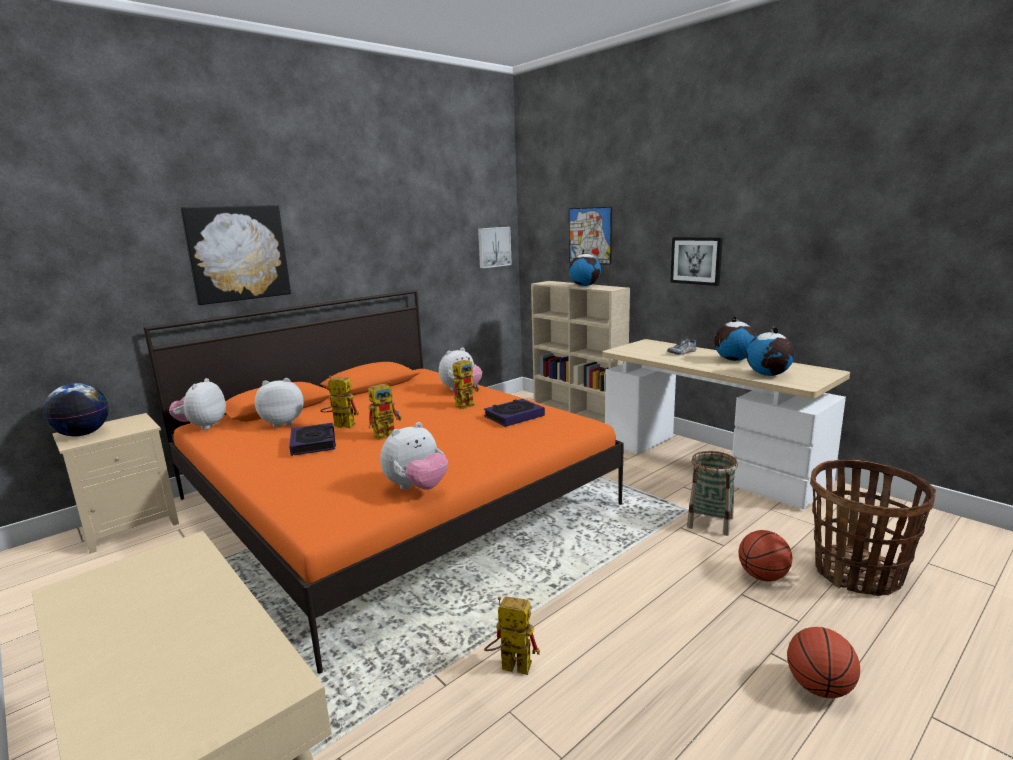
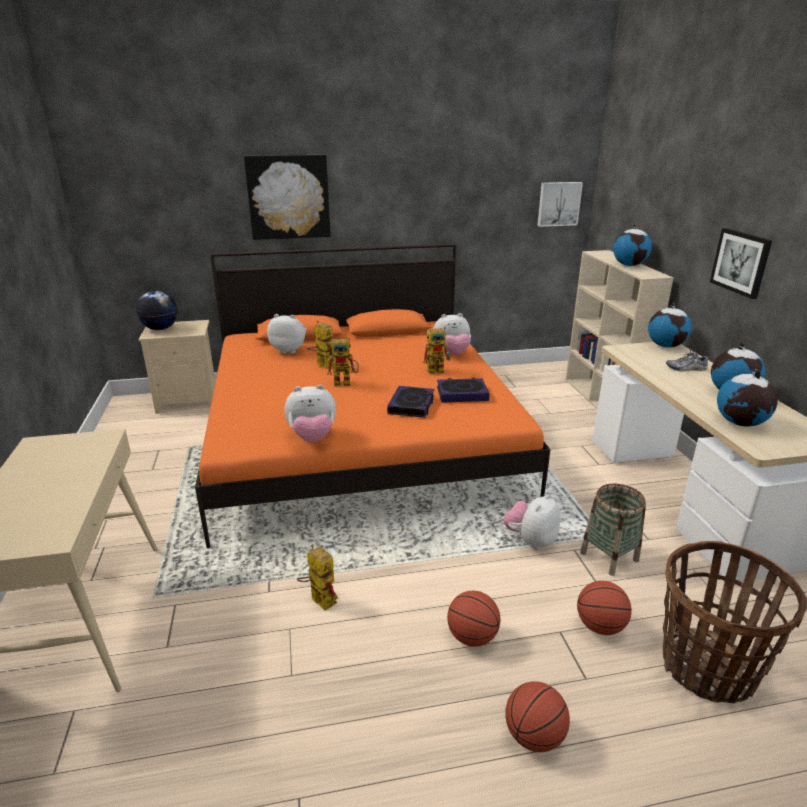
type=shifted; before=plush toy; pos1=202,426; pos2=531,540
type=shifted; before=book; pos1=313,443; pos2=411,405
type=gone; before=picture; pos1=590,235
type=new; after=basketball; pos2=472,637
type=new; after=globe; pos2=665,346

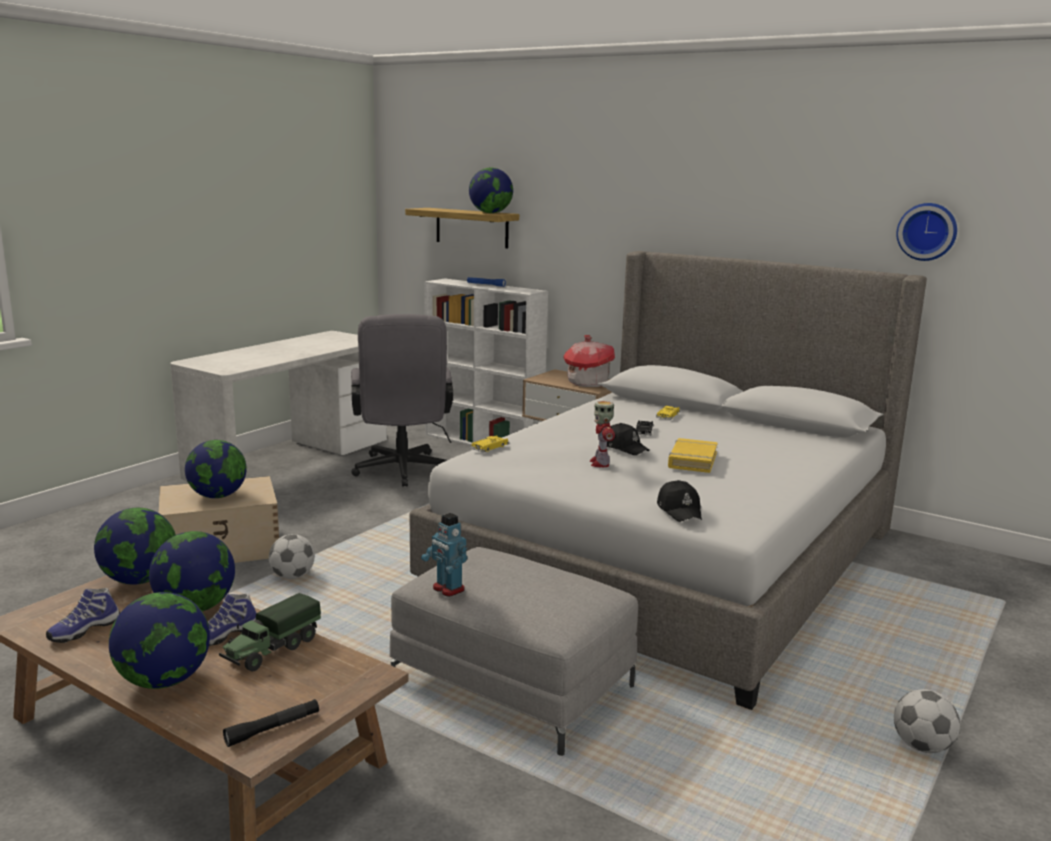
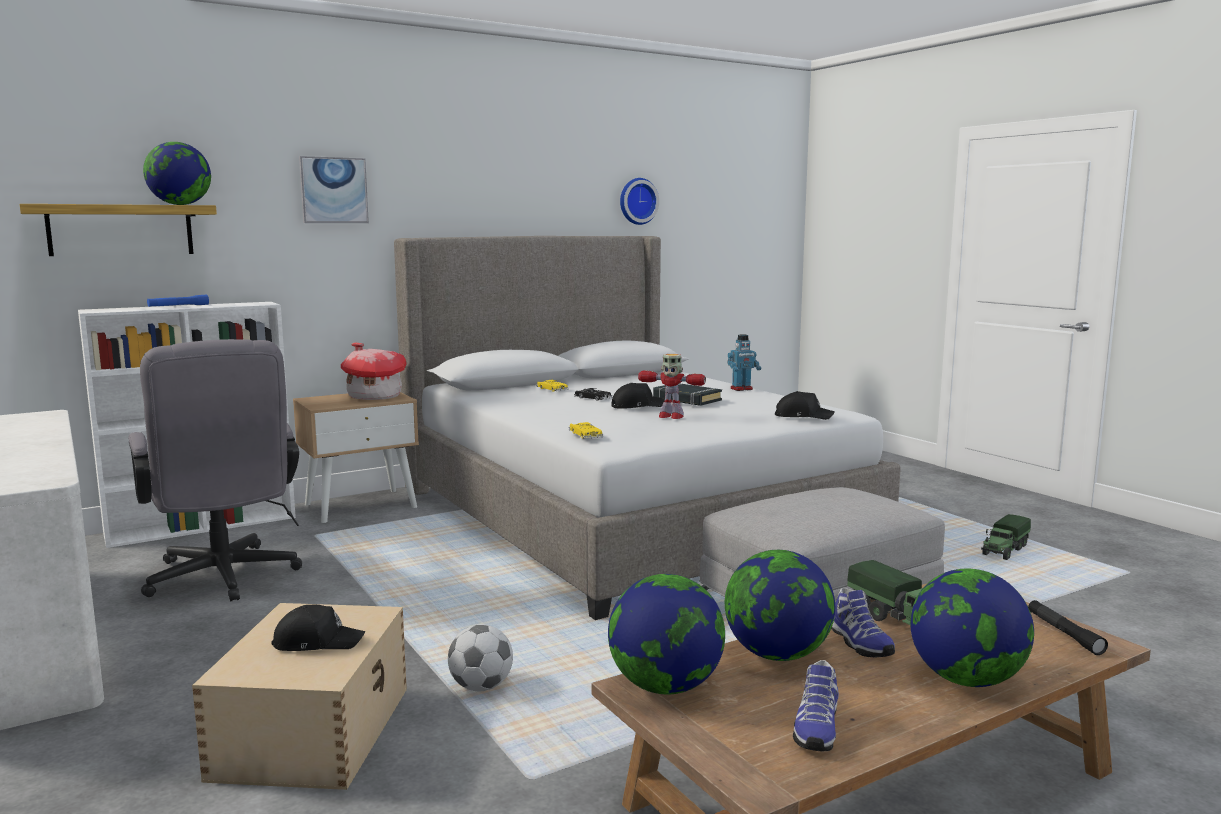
type=rotated; before=shoe; pos1=83,630; pos2=815,728; turn=45
type=swapped; before=globe; after=cap (black); pos1=217,496; pos2=317,642
type=rotated; before=office chair (grey); pos1=402,472; pos2=224,580; turn=45
type=shifted; before=toy robot; pos1=448,589; pos2=742,389
type=repainted; before=book (yellow); after=book (black); pos1=692,460; pos2=686,399
type=gone; before=football; pos1=922,747
type=new; after=picture; pos2=334,190
type=new; after=toy truck; pos2=1004,551

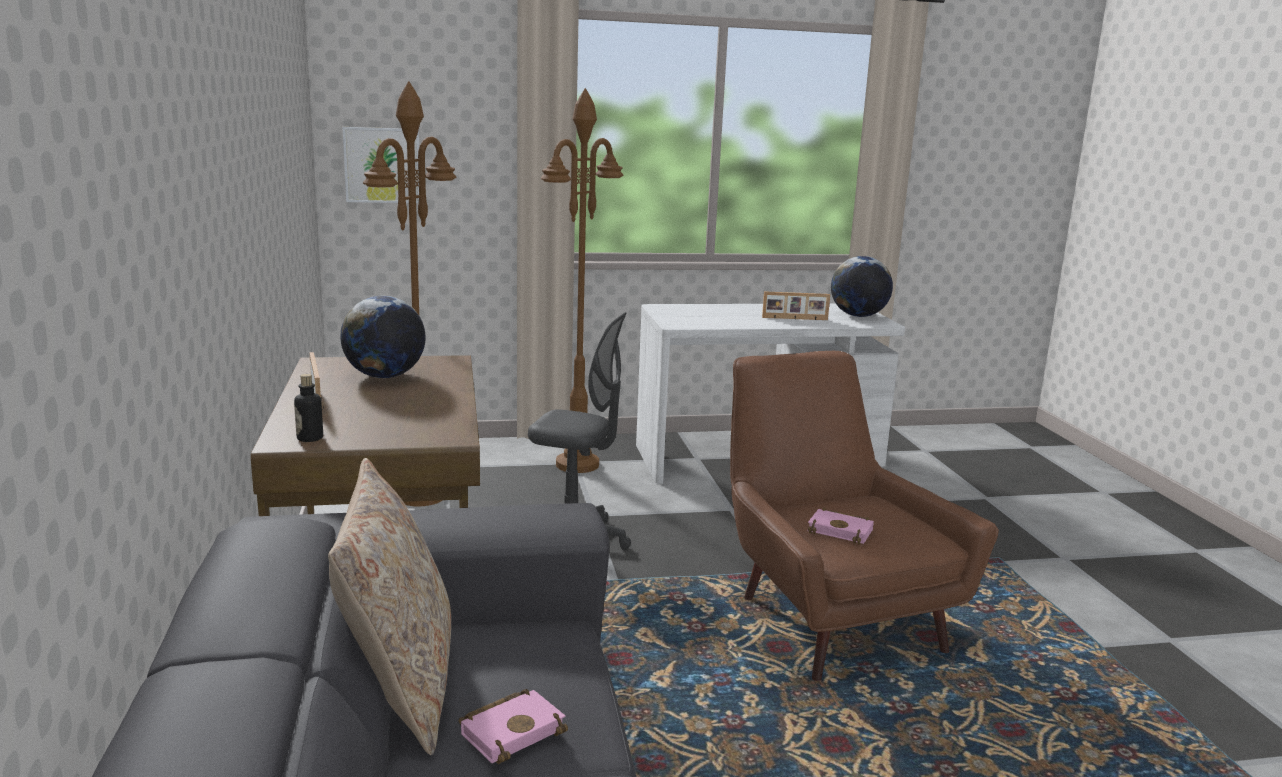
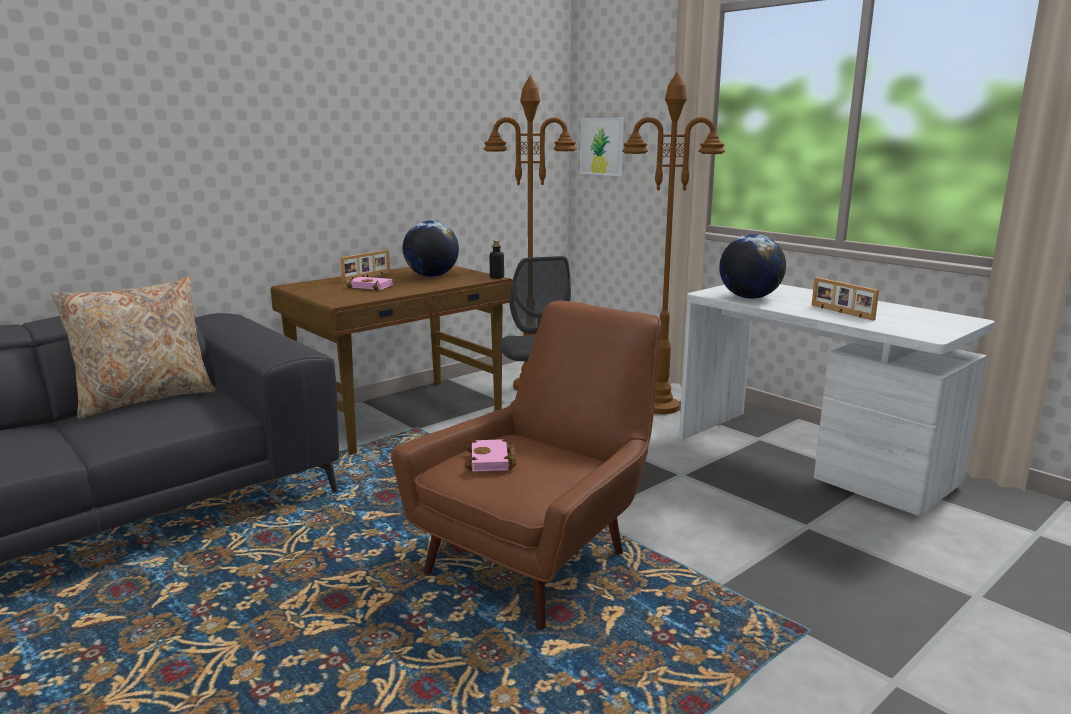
type=shifted; before=bottle; pos1=310,438; pos2=497,277
type=shifted; before=book (pink); pos1=513,730; pos2=372,286
type=shifted; before=globe; pos1=858,316; pos2=749,297

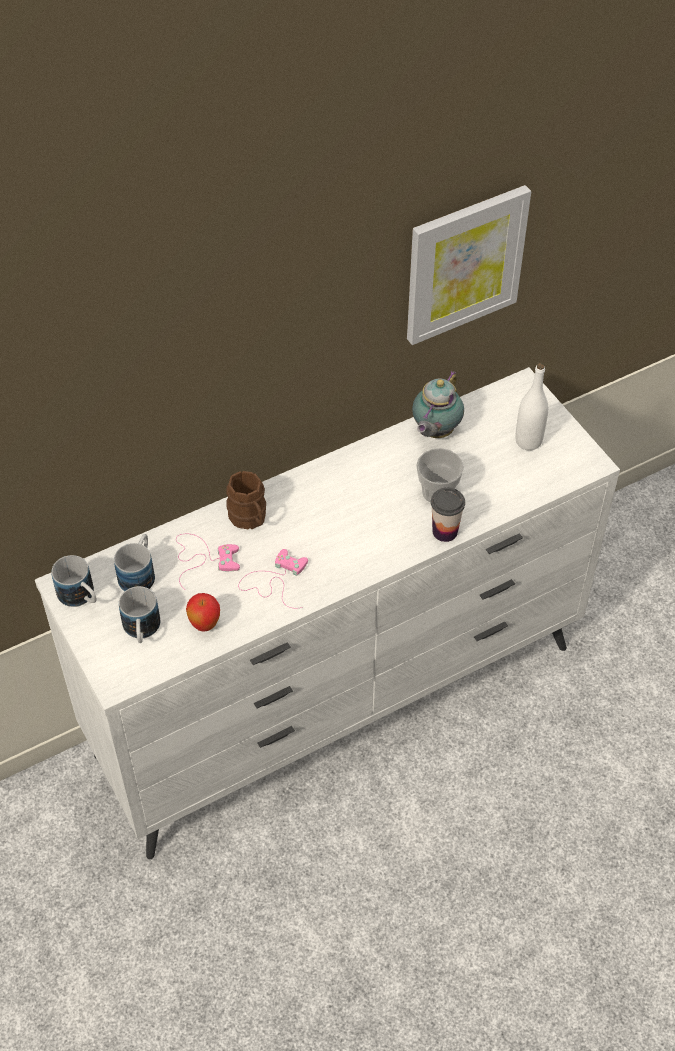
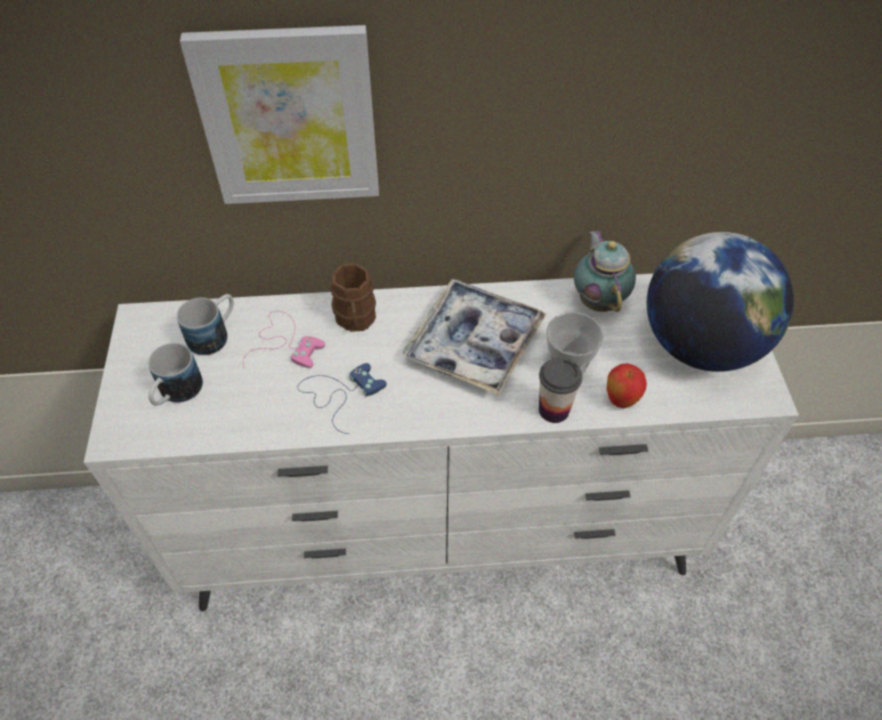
type=gone; before=mug; pos1=81,597
type=shifted; before=apple; pos1=205,624; pos2=621,400
type=repainted; before=game controller (pink); after=game controller (blue); pos1=274,580; pos2=340,393
type=shifted; before=picture; pos1=464,263; pos2=289,117
type=rotated; before=teapot; pos1=434,432; pos2=598,300; turn=120
type=swapped; before=bottle (white); after=globe; pos1=528,441; pos2=700,345
type=new; after=tray; pos2=474,343

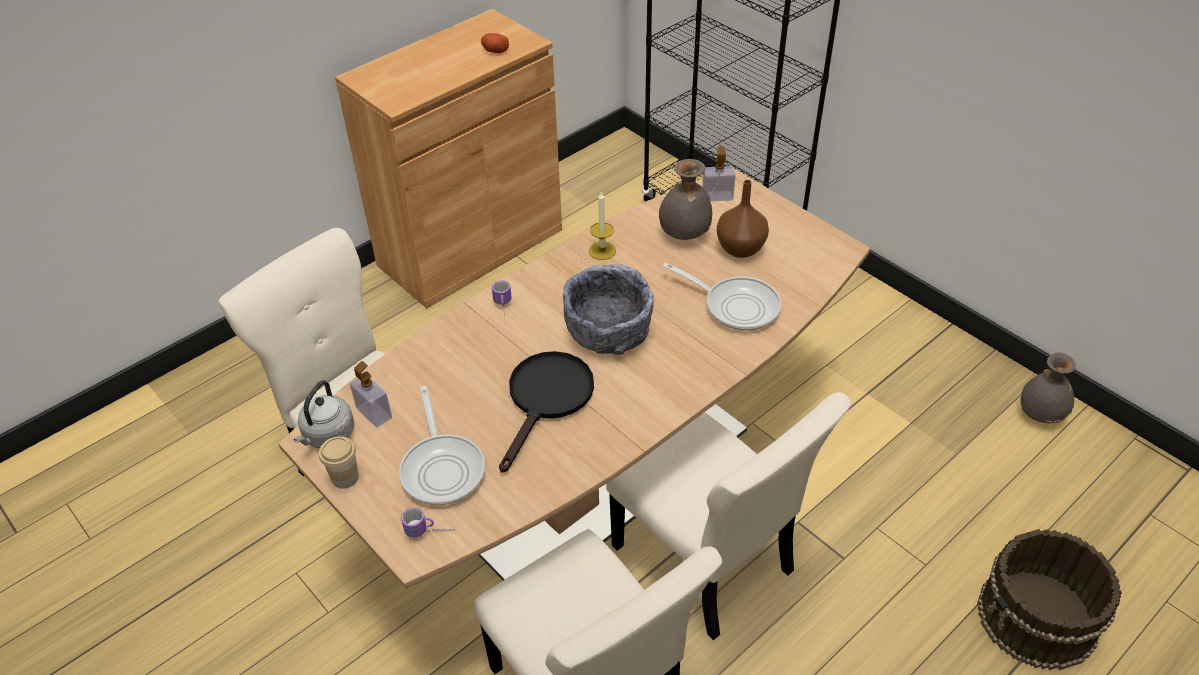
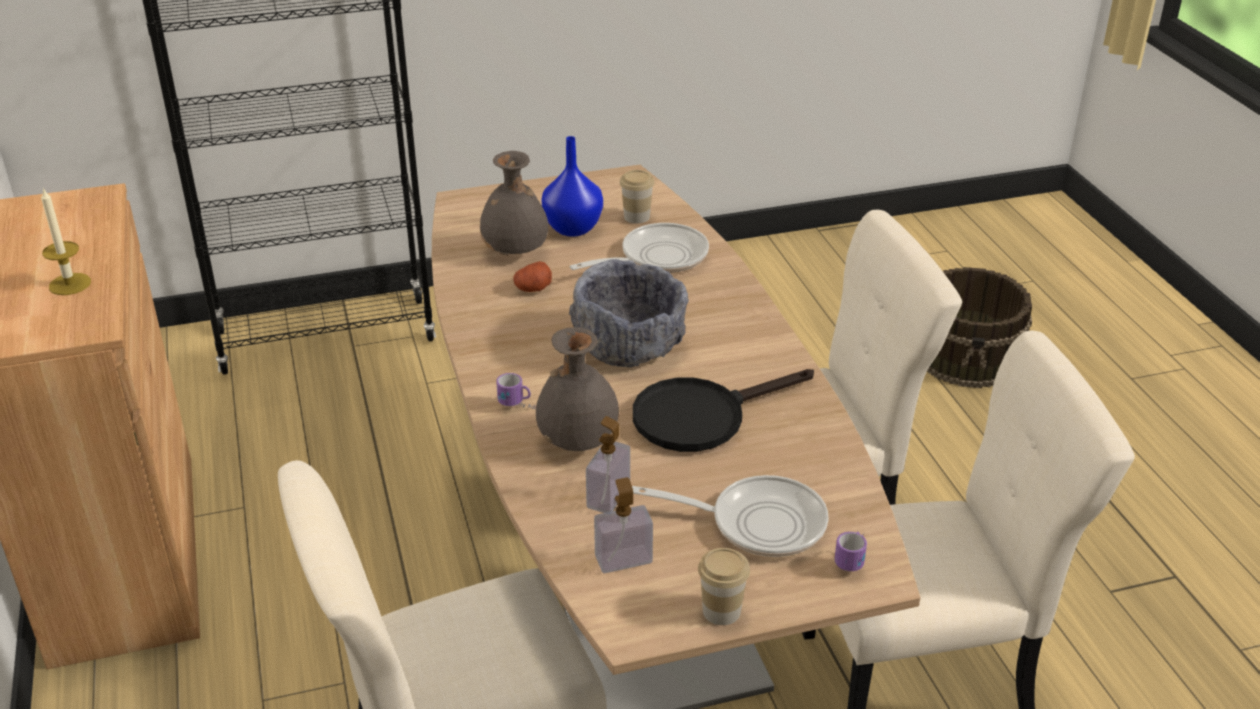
type=gone; before=kettle (grey); pos1=327,436
type=shifted; before=potato; pos1=494,50; pos2=533,289
type=rotated; before=frying pan (black); pos1=547,399; pos2=702,416; turn=-75
type=shifted; before=candle; pos1=602,251; pos2=70,284
type=shifted; before=soap dispenser; pos1=717,196; pos2=608,496
type=repainted; before=vase (brown); after=vase (blue); pos1=739,249; pos2=573,229
type=shifted; before=vase (grey); pos1=1041,413; pos2=578,441
type=new; after=cup; pos2=636,217

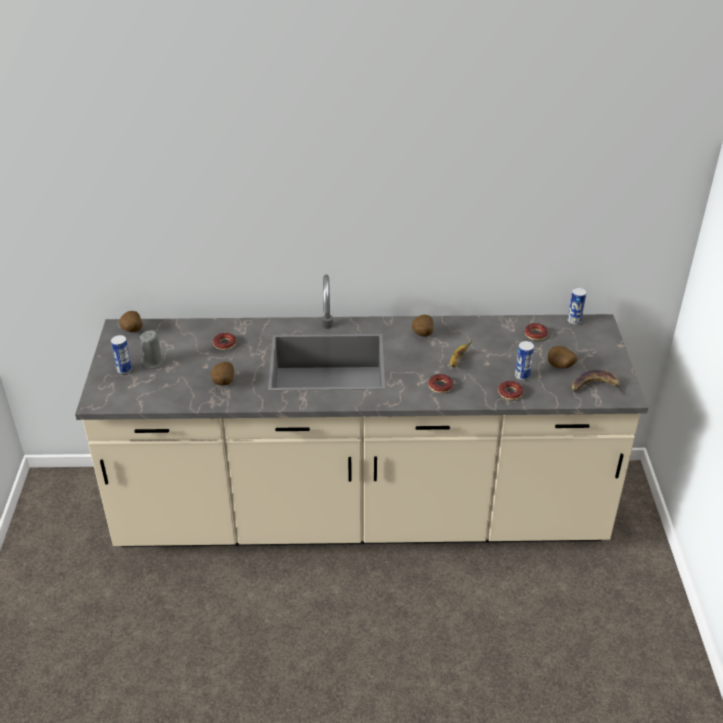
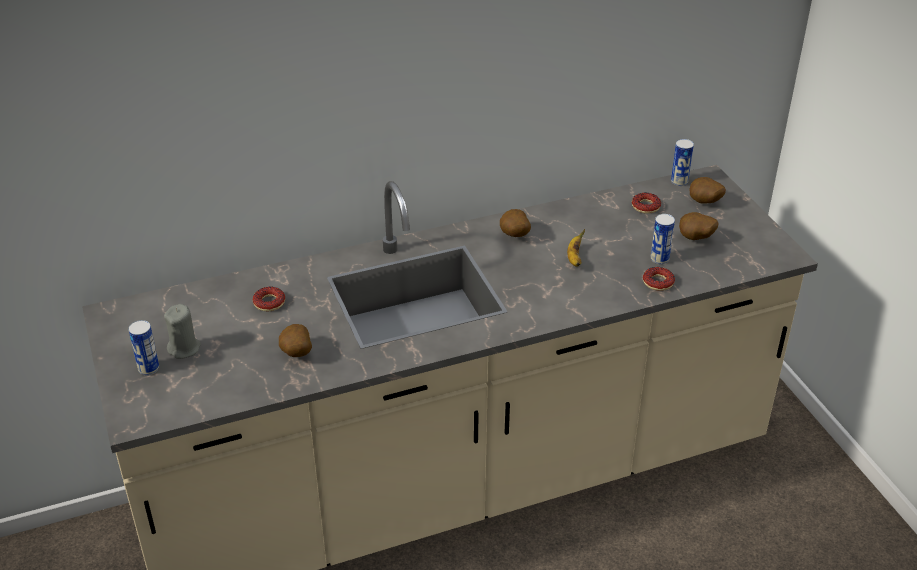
type=shifted; before=potato; pos1=132,331; pos2=704,203
type=gone; before=donut; pos1=440,386
type=gone; before=banana; pos1=595,386

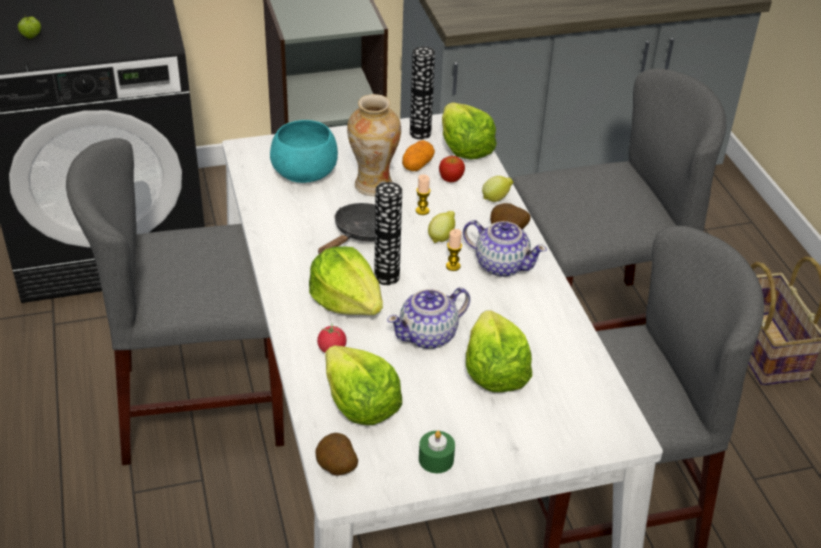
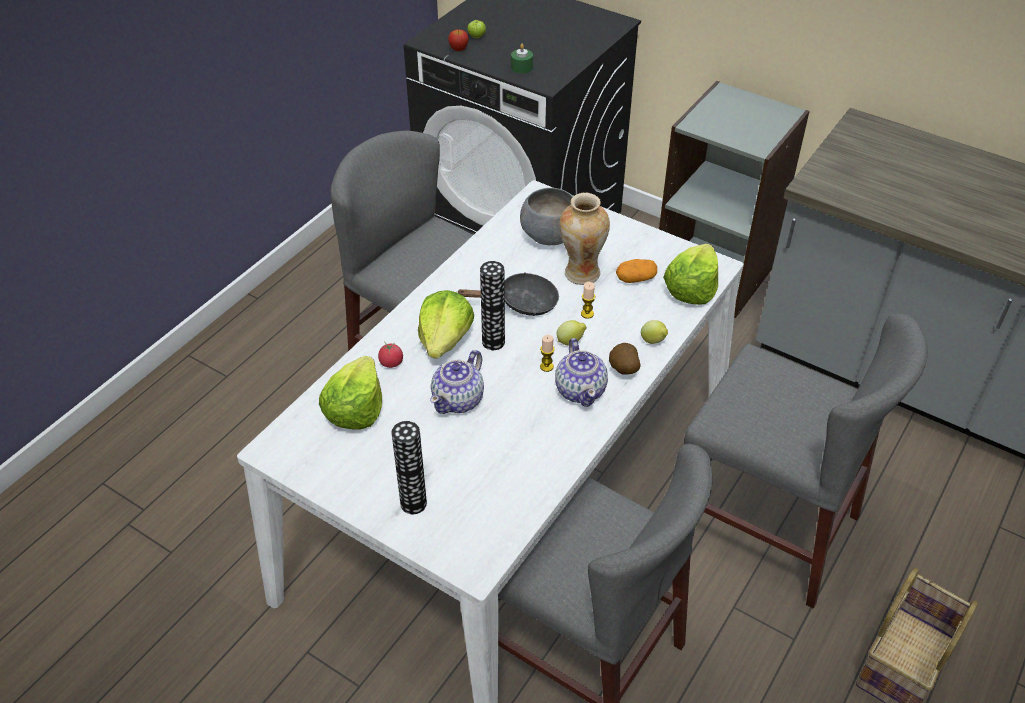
type=repainted; before=bowl (turquoise); after=bowl (grey); pos1=304,173; pos2=550,235
type=gone; before=potato; pos1=336,469
type=rotated; before=teapot; pos1=429,335; pos2=459,400; turn=-75
type=shifted; before=vase; pos1=420,133; pos2=413,503
type=shifted; before=candle (green); pos1=436,459; pos2=521,67
type=shifted; before=apple; pos1=451,179; pos2=458,49
type=gone; before=lettuce; pos1=494,371

